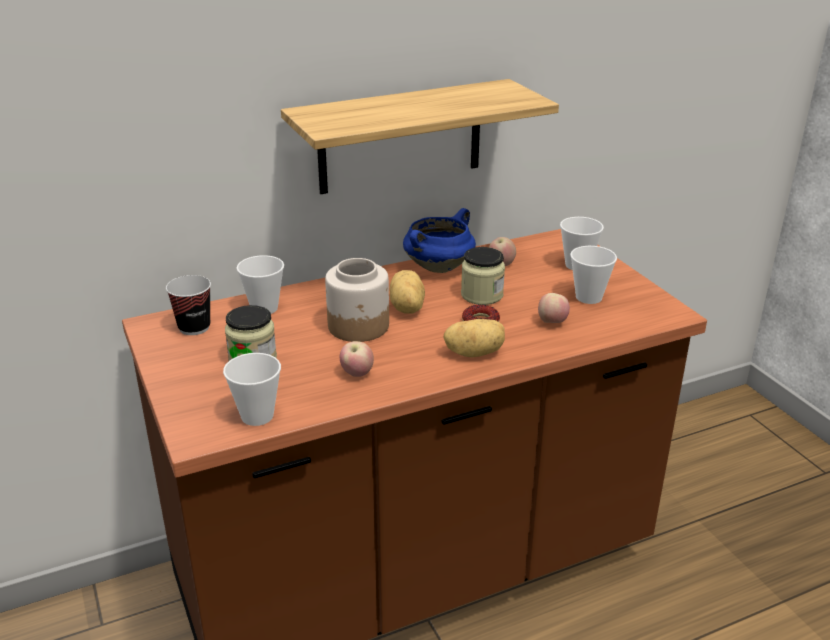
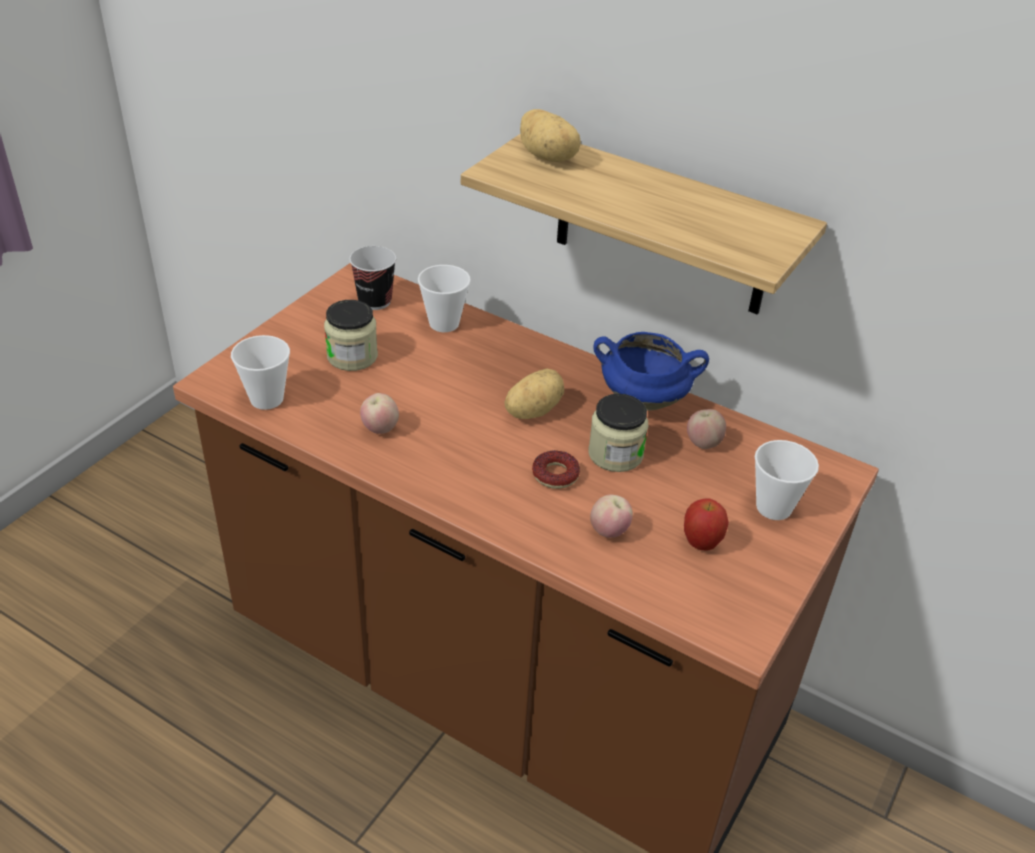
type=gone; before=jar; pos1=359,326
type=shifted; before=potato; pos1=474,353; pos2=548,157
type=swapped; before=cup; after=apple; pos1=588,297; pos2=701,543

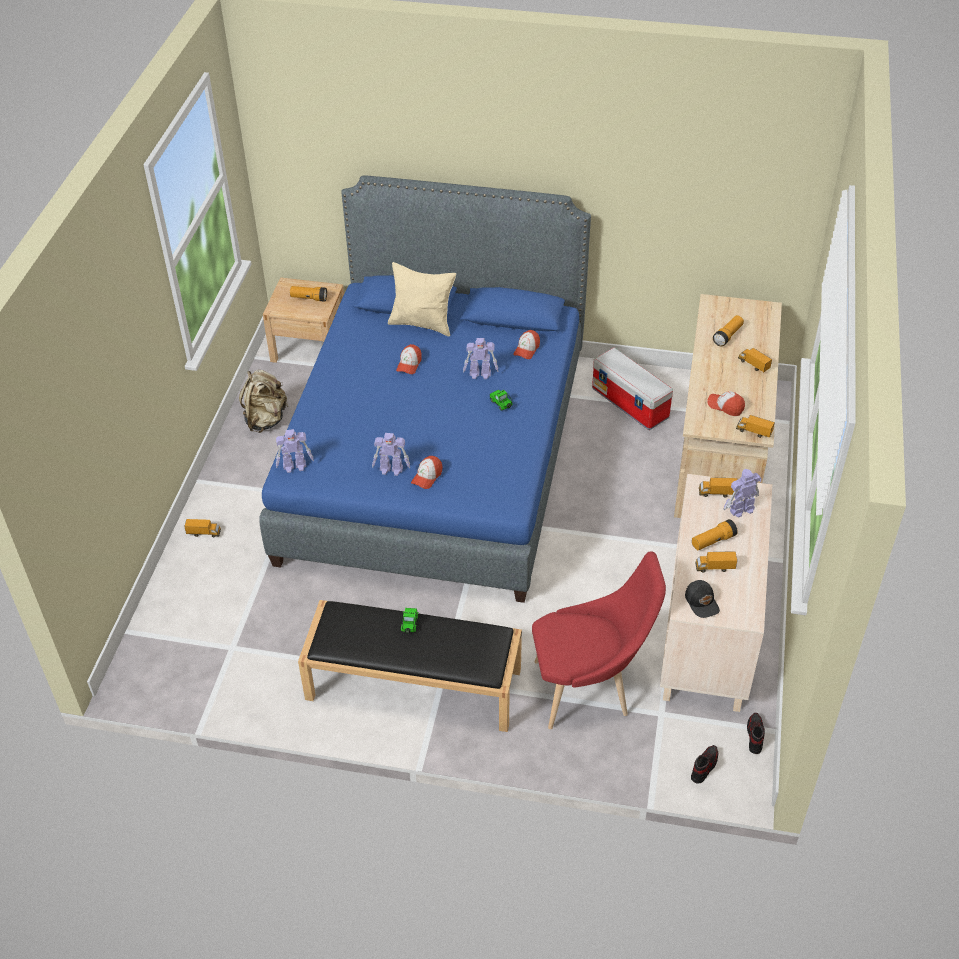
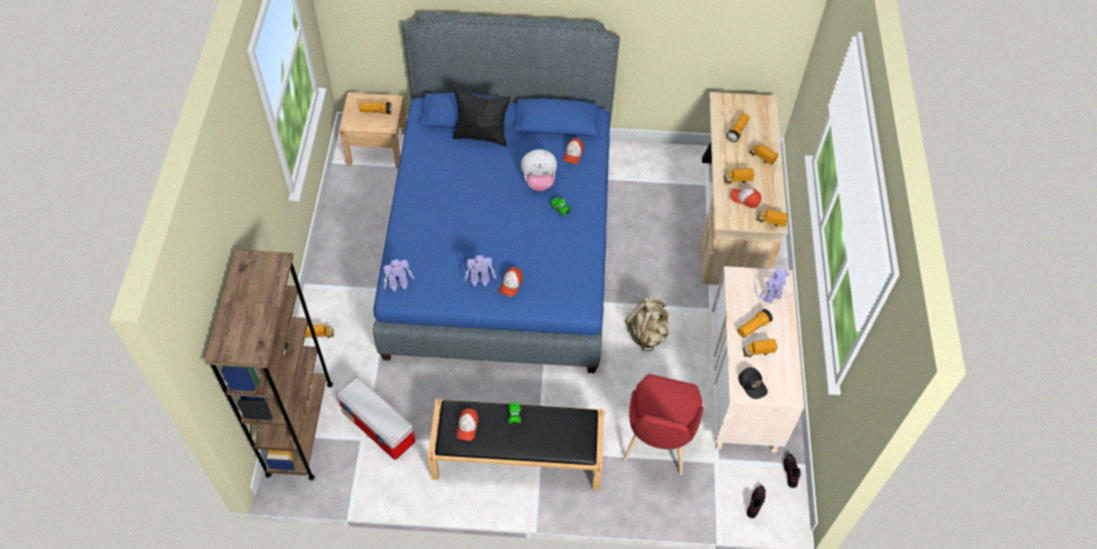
type=shifted; before=backpack (beige); pos1=265,419; pos2=647,333
type=repainted; before=pillow (beige); after=pillow (black); pos1=422,324; pos2=481,136
type=shifted; before=cap; pos1=409,364; pos2=467,427
type=swapped; before=toy robot; after=plush toy; pos1=480,374; pos2=539,181
type=rotated; before=chair (red); pos1=588,689; pos2=656,445; turn=120
type=shifted; before=storage box; pos1=631,403; pos2=379,427
type=shifted; before=toy truck; pos1=717,493; pos2=737,180
type=new; after=bookcase (brown); pos2=300,428

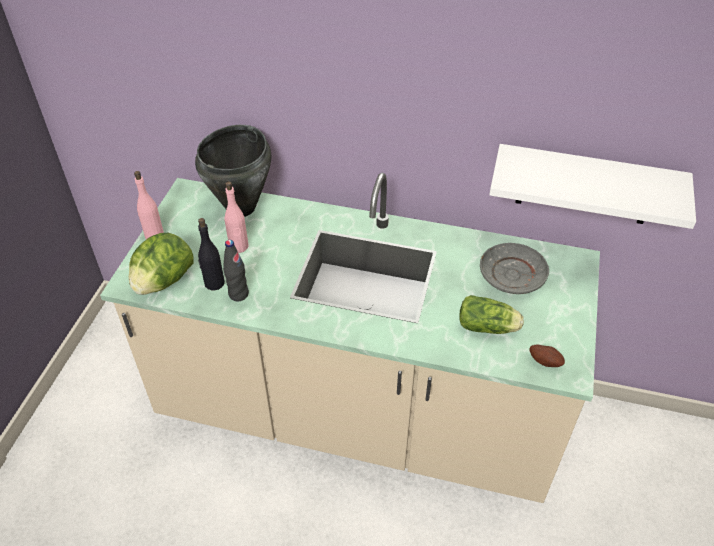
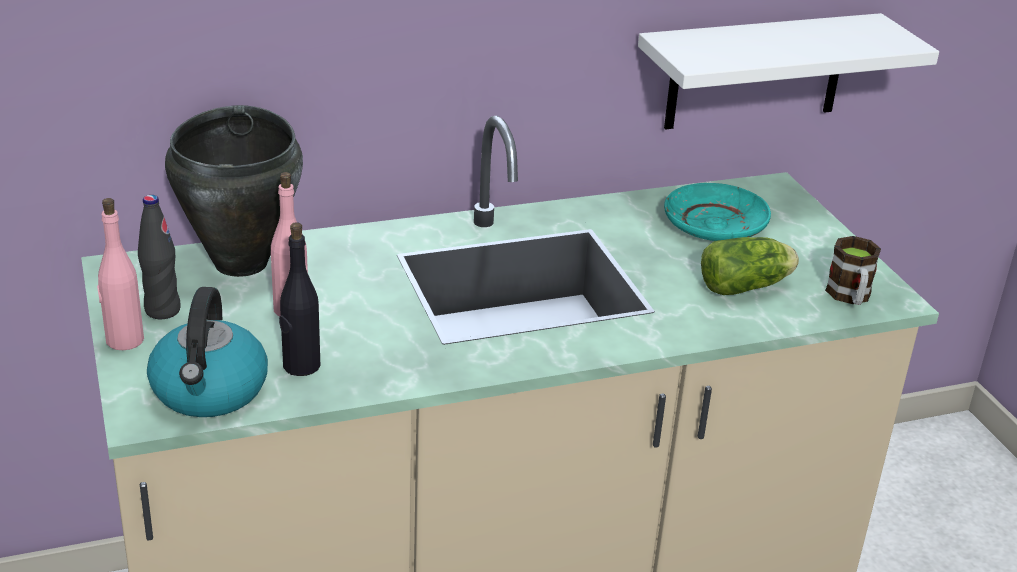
type=swapped; before=lettuce; after=kettle; pos1=164,281; pos2=210,391
type=shifted; before=bottle (black); pos1=238,294; pos2=162,310
type=repainted; before=plate (grey); after=plate (turquoise); pos1=512,275; pos2=715,226
type=swapped; before=potato; after=mug; pos1=545,361; pos2=850,297

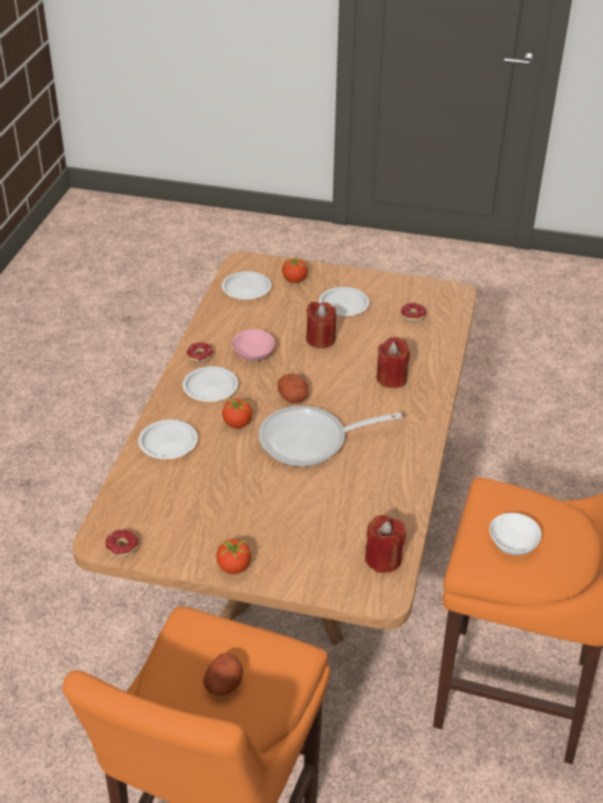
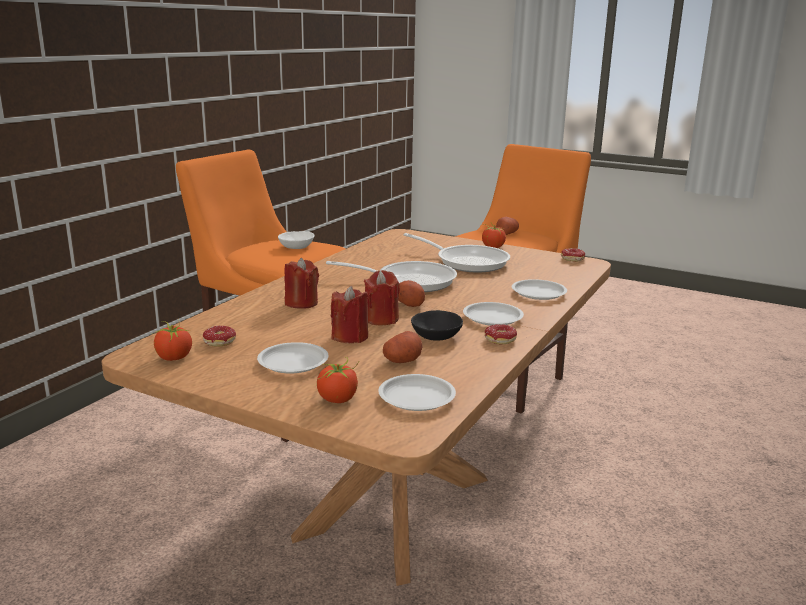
type=shifted; before=tomato; pos1=237,423; pos2=174,357
type=repainted; before=bowl (pink); after=bowl (black); pos1=254,354; pos2=434,335
type=shifted; before=candle (red); pos1=383,559; pos2=381,319
type=new; after=potato; pos2=402,361
type=new; after=frying pan; pos2=467,262

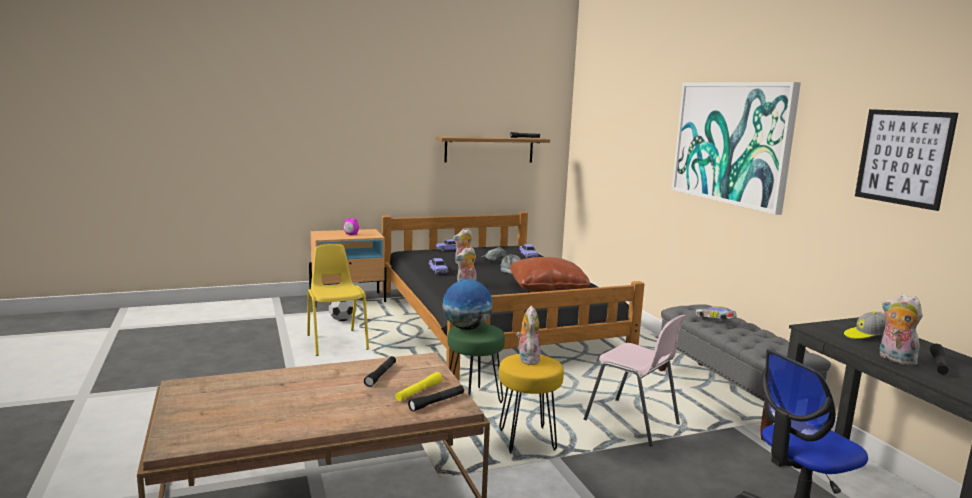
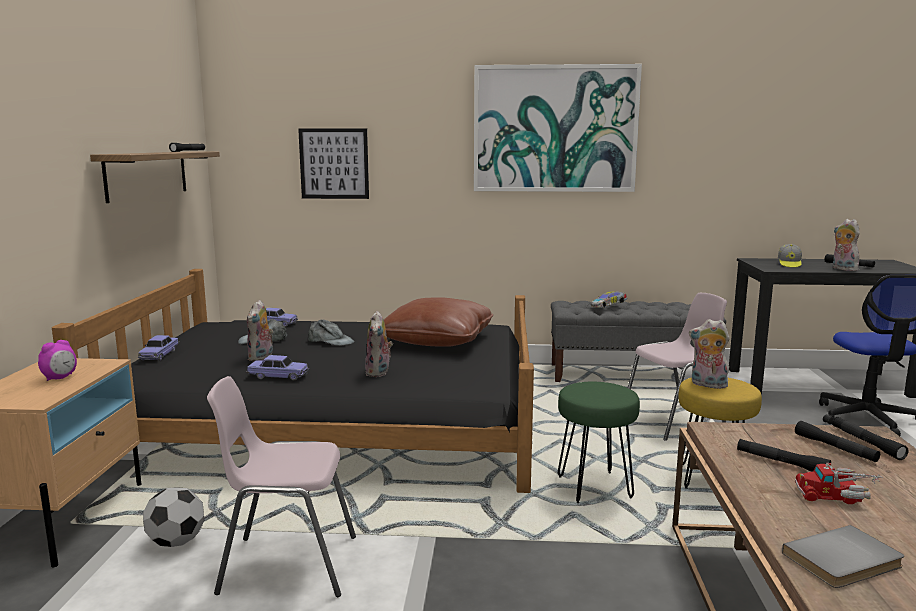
type=repainted; before=chair (yellow); after=chair (pink); pos1=336,342; pos2=287,564
type=repainted; before=flashlight (yellow); after=flashlight (black); pos1=418,391; pos2=835,448
type=gone; before=globe; pos1=467,328
type=shifted; before=picture; pos1=903,157; pos2=334,163
type=rotated; before=plush toy; pos1=894,359; pos2=842,269; turn=75
type=new; after=book (grey); pos2=845,561
type=new; after=toy truck; pos2=837,495

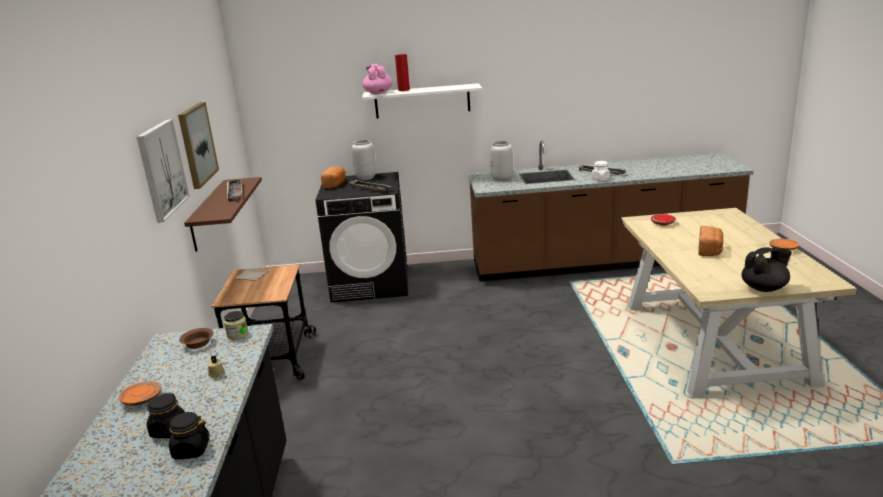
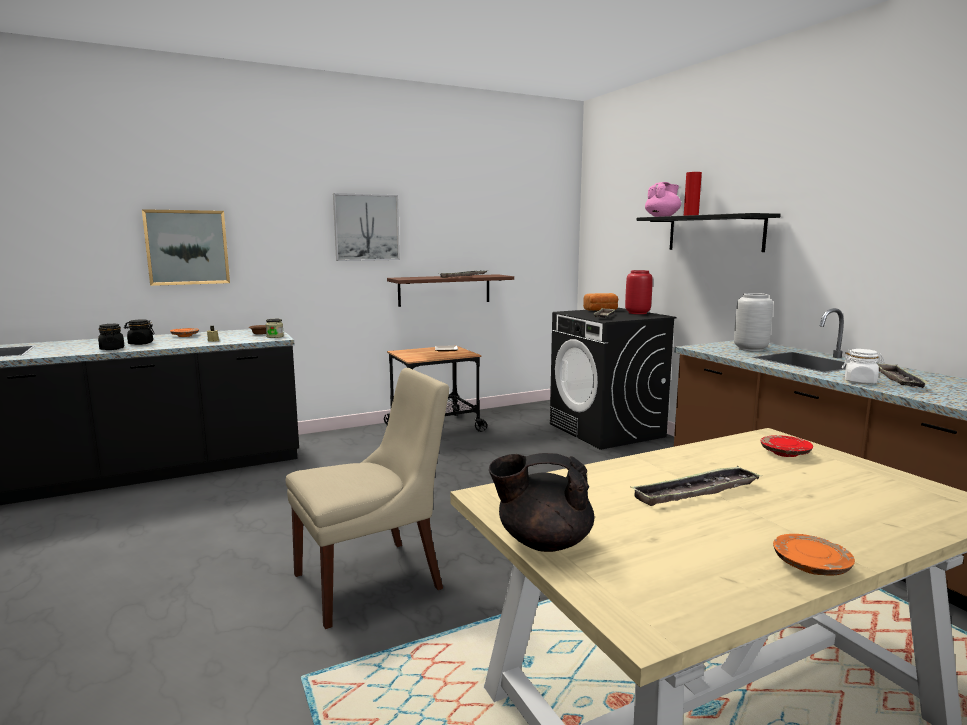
type=shifted; before=picture; pos1=197,144; pos2=187,247
type=repainted; before=vase (grey); after=vase (red); pos1=366,177; pos2=638,313
type=repainted; before=shelf (white); after=shelf (black); pos1=422,101; pos2=714,233
type=swapped; before=bread; after=tray; pos1=710,250; pos2=696,492
type=rotated; before=teapot (black); pos1=764,288; pos2=543,542; turn=135
type=new; after=chair (beige); pos2=373,580

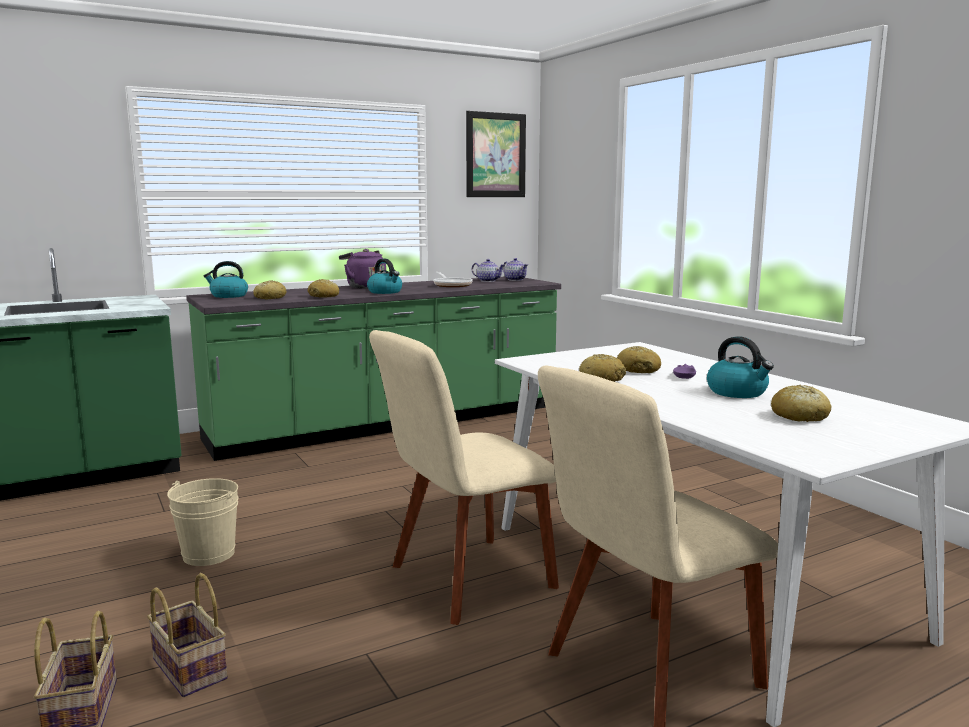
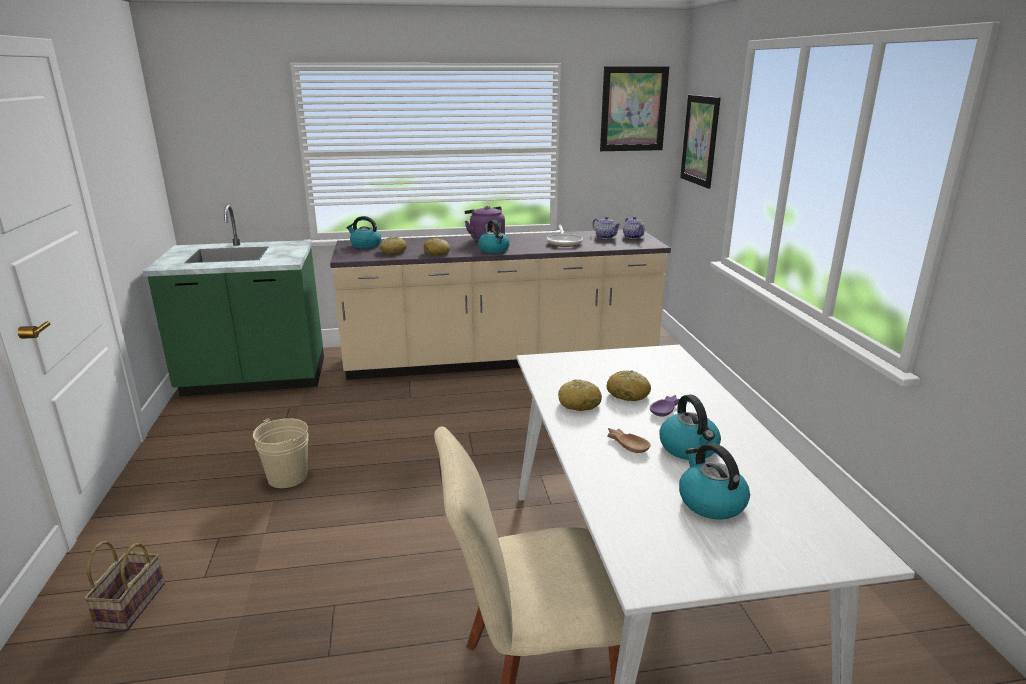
type=gone; before=basket; pos1=187,668
type=repainted; before=counter (green); after=counter (beige); pos1=389,424; pos2=501,359
type=gone; before=chair (beige); pos1=465,579
type=swapped; before=bread; after=kettle; pos1=799,416; pos2=710,502
type=new; after=bowl (brown); pos2=627,444
type=new; after=picture; pos2=700,140

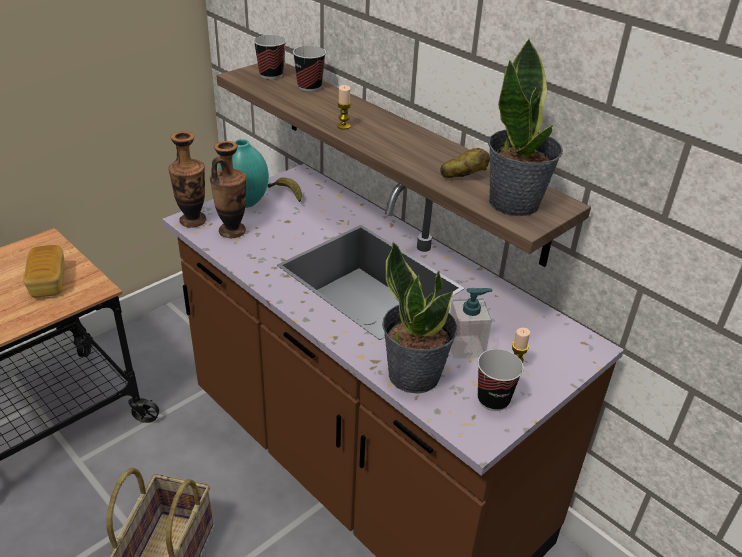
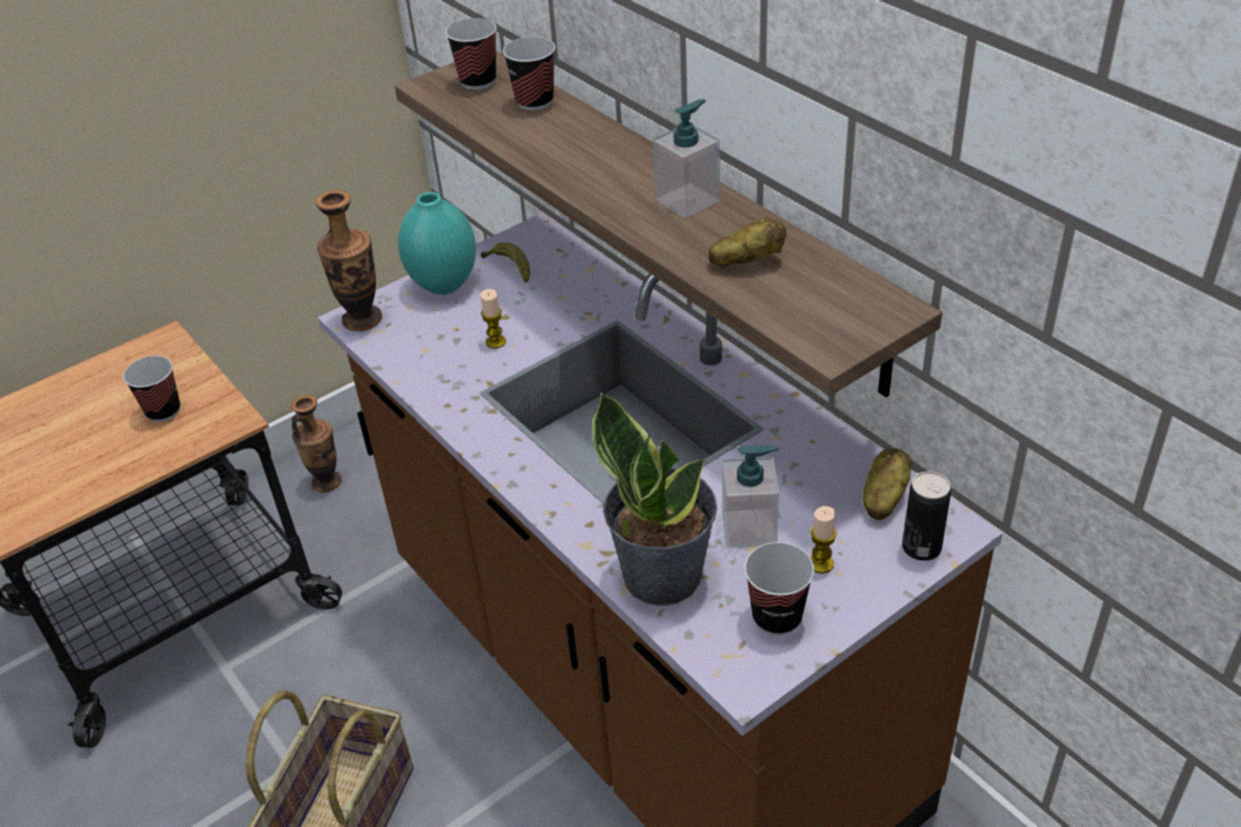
type=swapped; before=bread; after=cup; pos1=48,282; pos2=163,411
type=shifted; before=vase; pos1=232,231; pos2=327,482
type=shifted; before=candle; pos1=343,126; pos2=496,342
type=gone; before=potted plant; pos1=515,203
type=new; after=soap dispenser; pos2=687,200
type=new; after=potato; pos2=883,498
type=new; after=can; pos2=921,547

